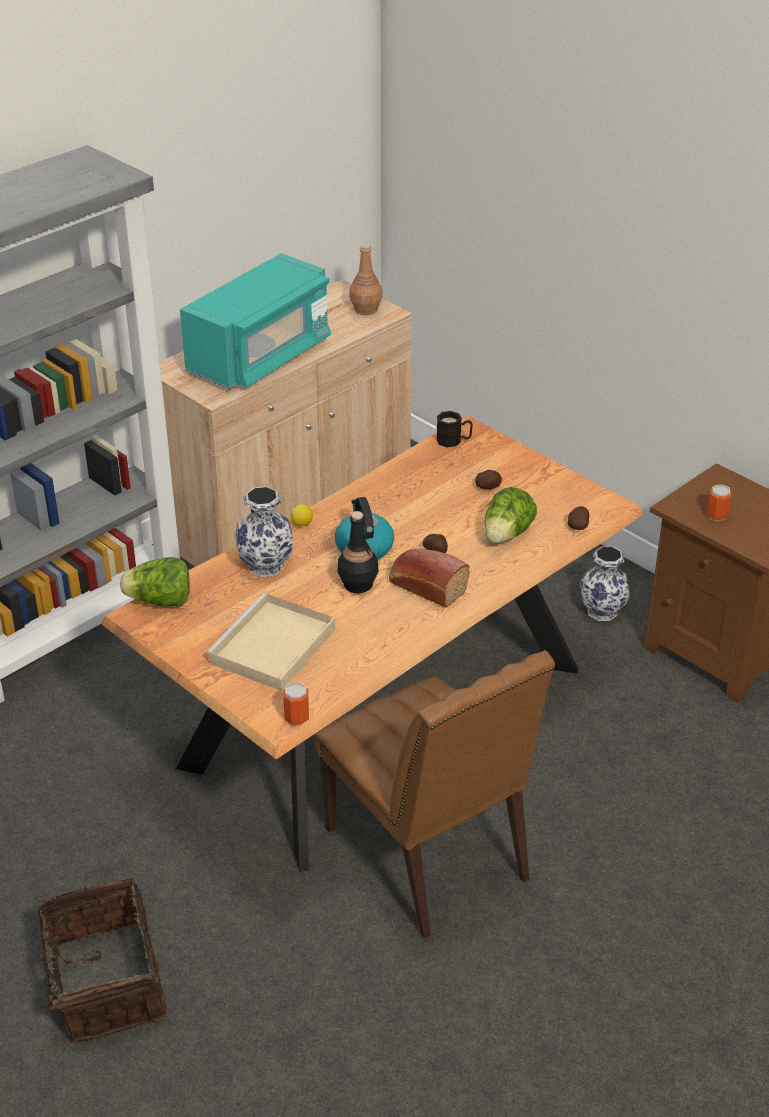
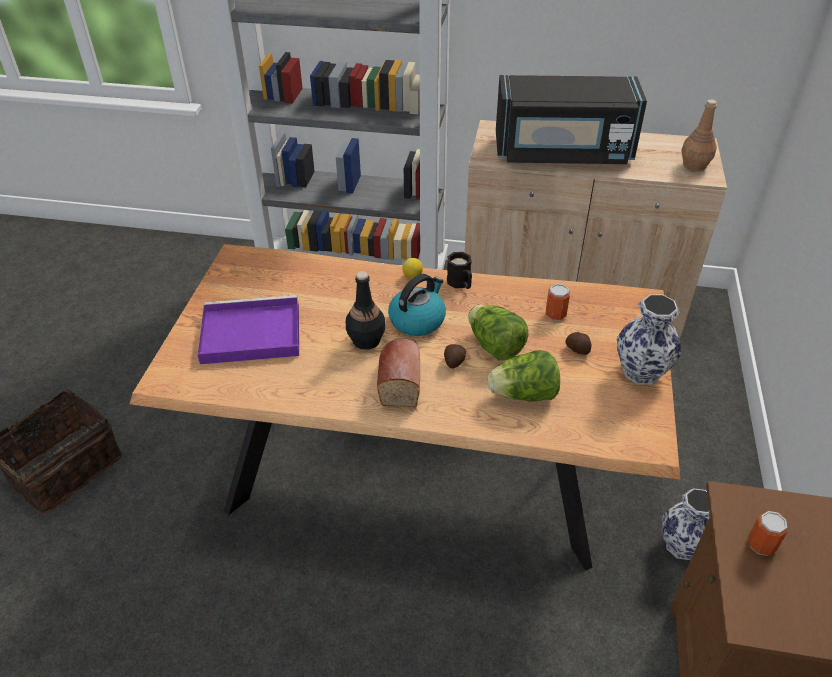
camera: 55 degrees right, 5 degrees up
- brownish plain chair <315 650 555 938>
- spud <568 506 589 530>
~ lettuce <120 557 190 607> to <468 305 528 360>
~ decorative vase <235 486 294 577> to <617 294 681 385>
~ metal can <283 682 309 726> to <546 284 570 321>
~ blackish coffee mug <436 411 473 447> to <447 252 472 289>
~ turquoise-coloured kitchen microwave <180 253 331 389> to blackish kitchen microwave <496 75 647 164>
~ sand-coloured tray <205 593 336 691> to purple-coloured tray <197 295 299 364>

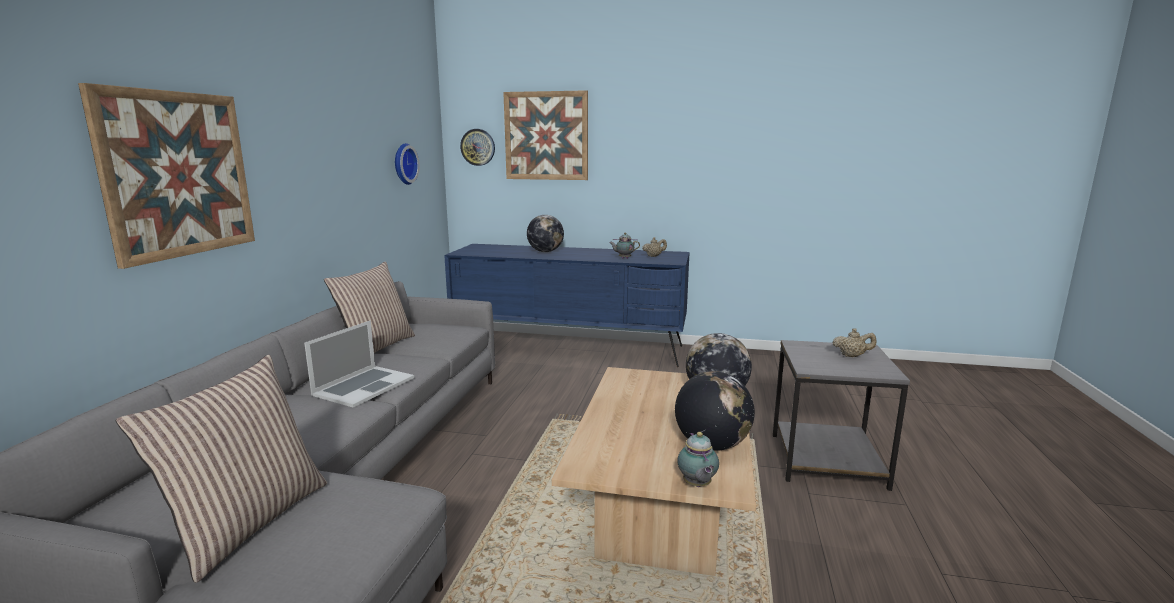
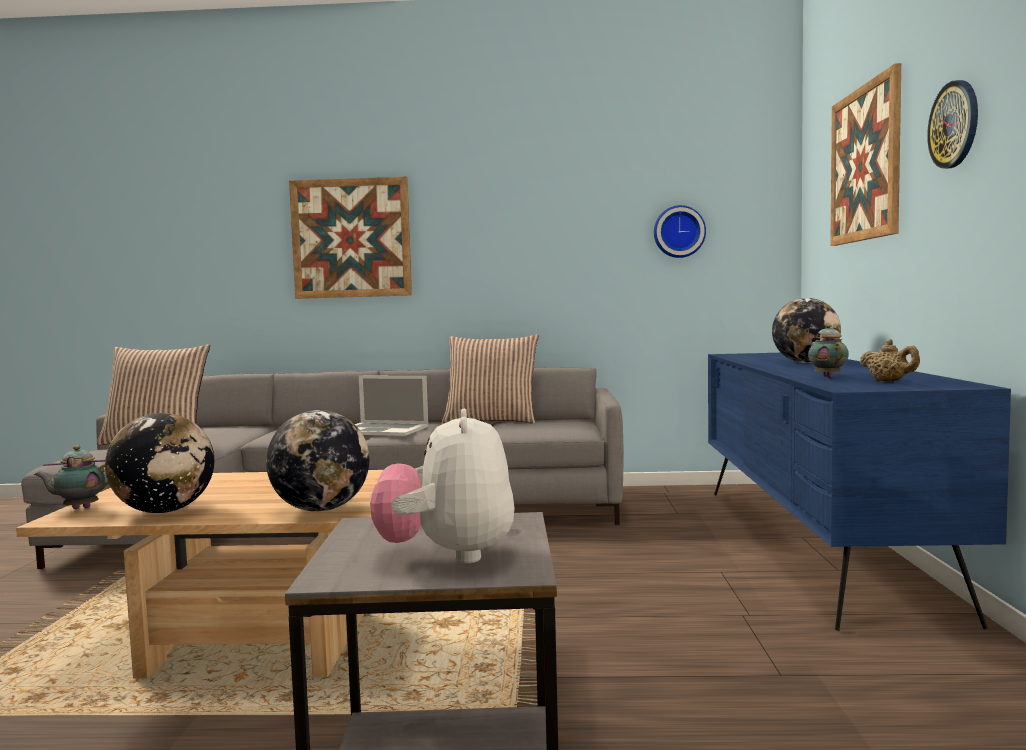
camera: 80 degrees right, 10 degrees down
~ hanging clock <460 129 495 166> to <927 80 978 169>
~ sand-coloured tea pot <833 328 876 357> to soft toy <370 409 514 563>

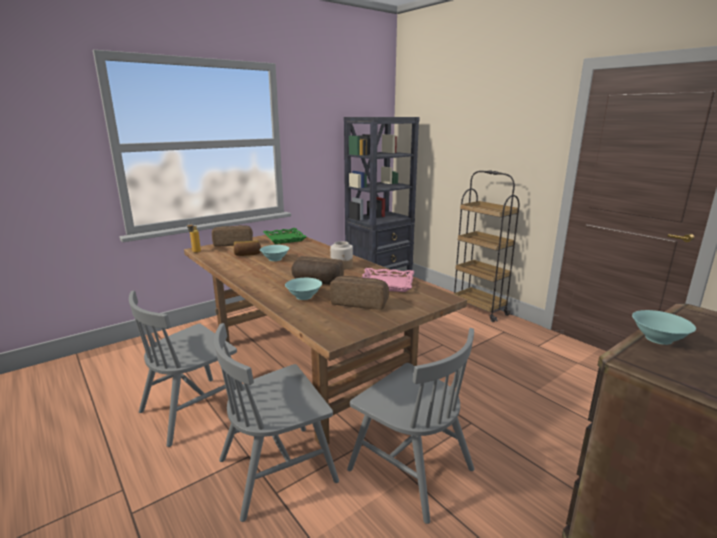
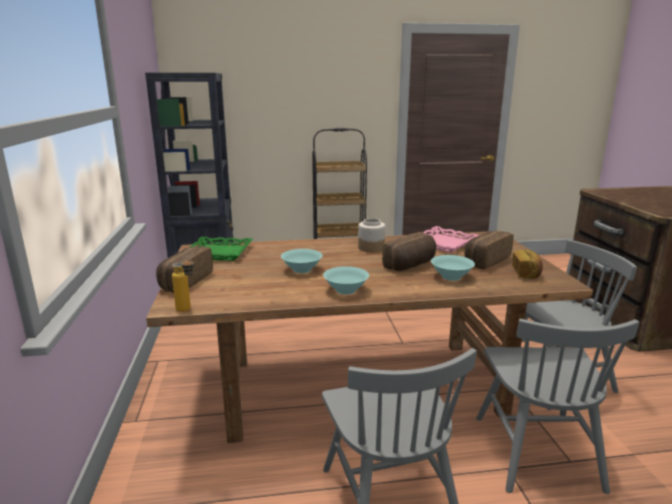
camera: 60 degrees left, 0 degrees up
~ baked bread <234 240 261 256> to <512 250 543 279>
~ turquoise-coloured serving bowl <632 310 696 345> to <323 266 369 295>

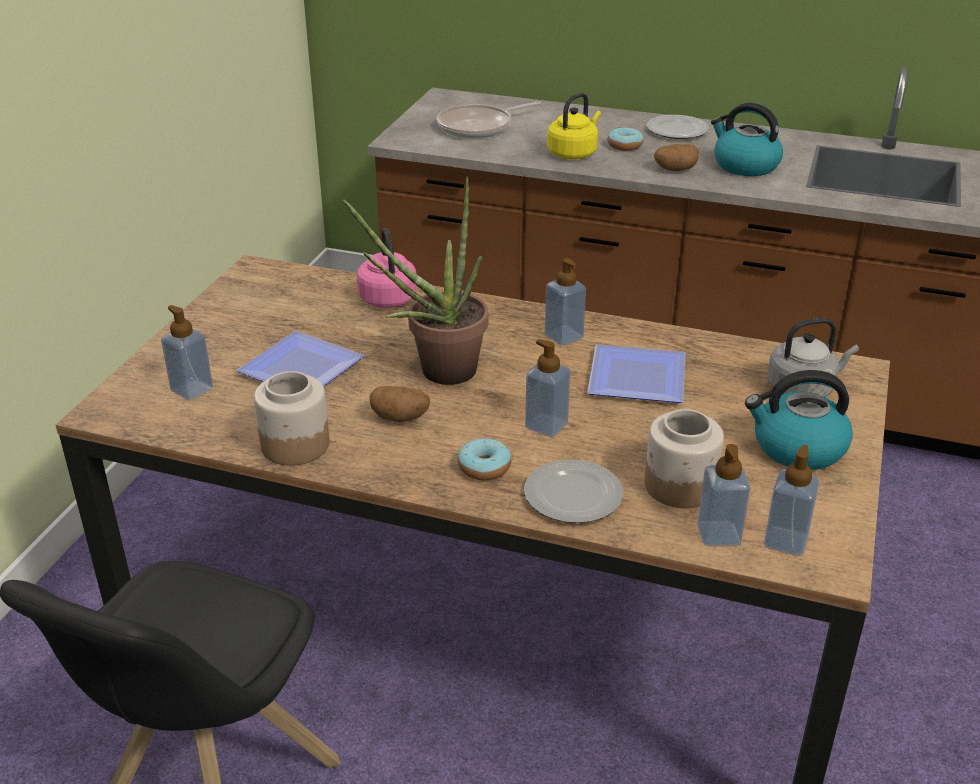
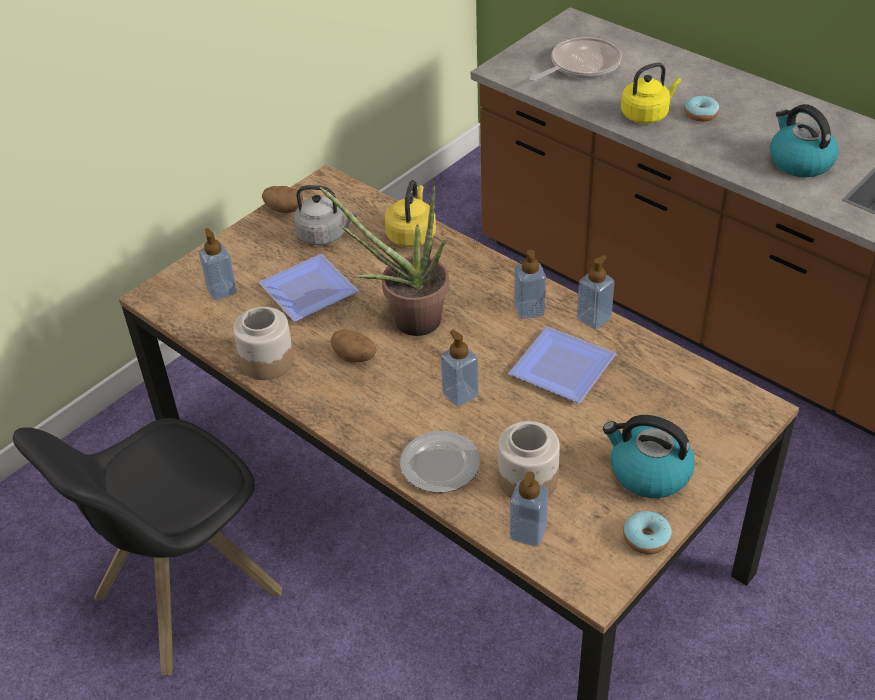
camera: 25 degrees right, 10 degrees up
- flat dish <646 115 709 139>
~ donut <458 438 511 480> to <623 511 672 554>
~ spud <654 144 699 171> to <262 186 303 213>
~ liquid soap bottle <764 445 819 556> to <577 255 615 330>
~ gray tea kettle <767 318 859 397> to <294 185 357 246>
~ pink tea kettle <357 228 417 308> to yellow-coloured tea kettle <385 180 436 247>
~ frying pan <437 101 541 139> = <529 37 622 82> 150 degrees clockwise

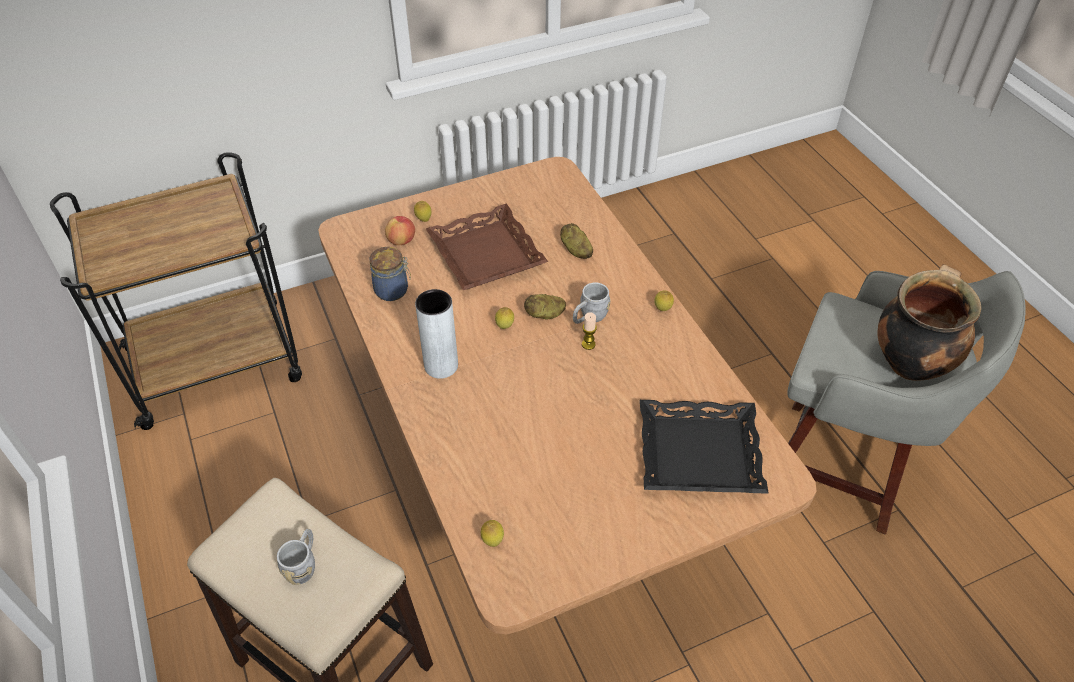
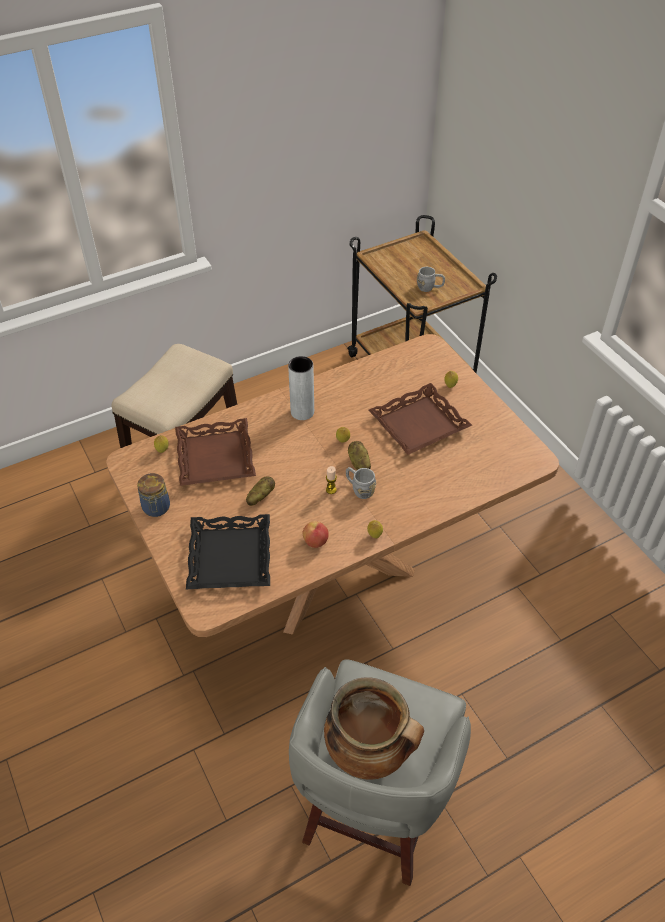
camera: 85 degrees right, 0 degrees up
+ brownish tray <175 418 256 486>
~ gray coffee mug <277 529 315 585> to <417 267 445 292>
~ preserve jar <369 247 411 301> to <137 473 170 517>
~ apple <385 216 415 245> to <302 521 329 548>
~ spud <560 223 593 259> to <246 476 275 506>

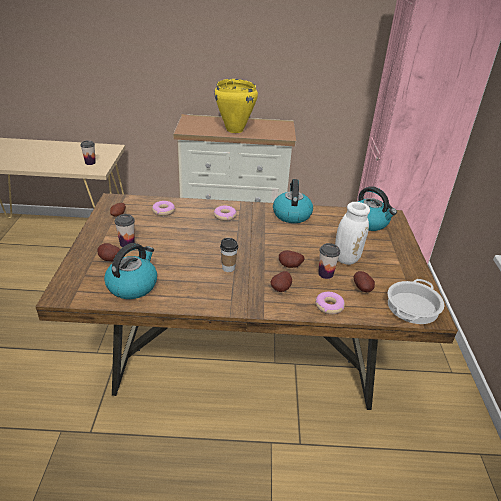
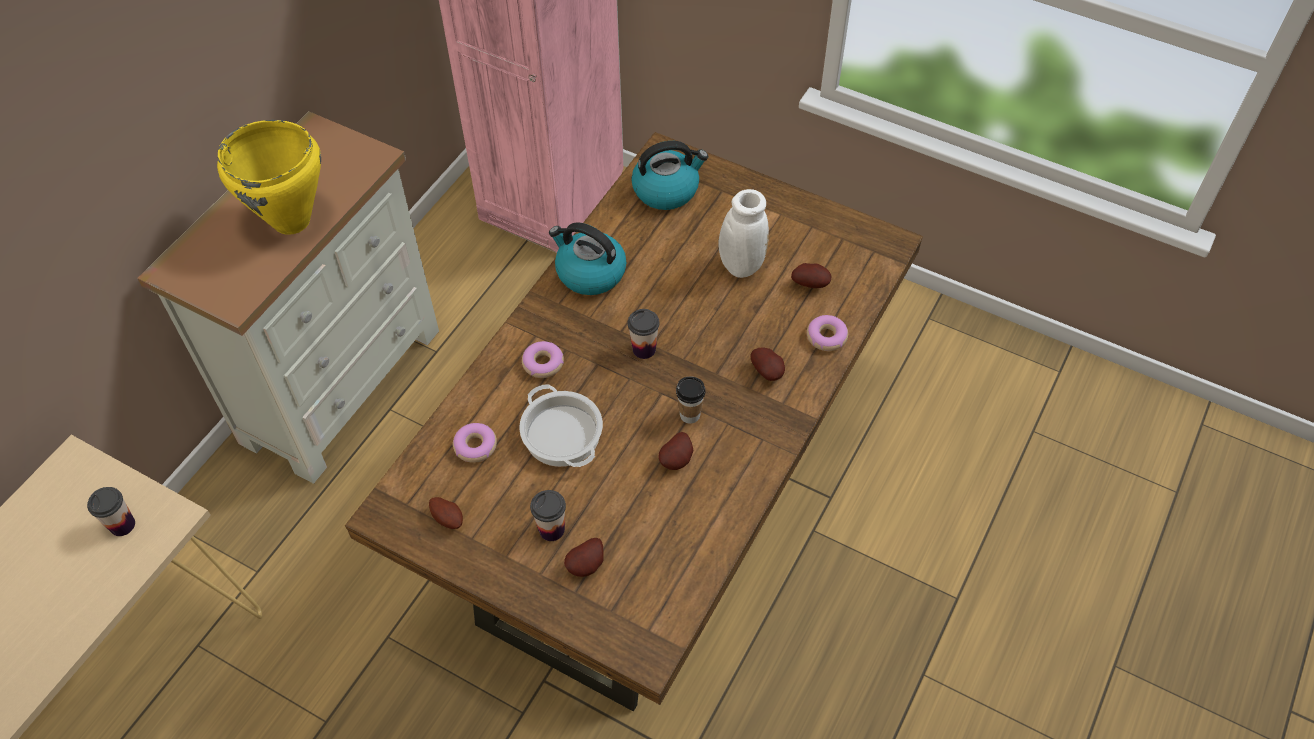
camera: 60 degrees left, 20 degrees up
- tea kettle <104 243 157 299>
~ spud <279 250 305 268> to <658 432 693 470>
~ drinking cup <318 243 340 279> to <628 309 659 359>
~ stockpot <388 279 444 324> to <519 385 603 467>

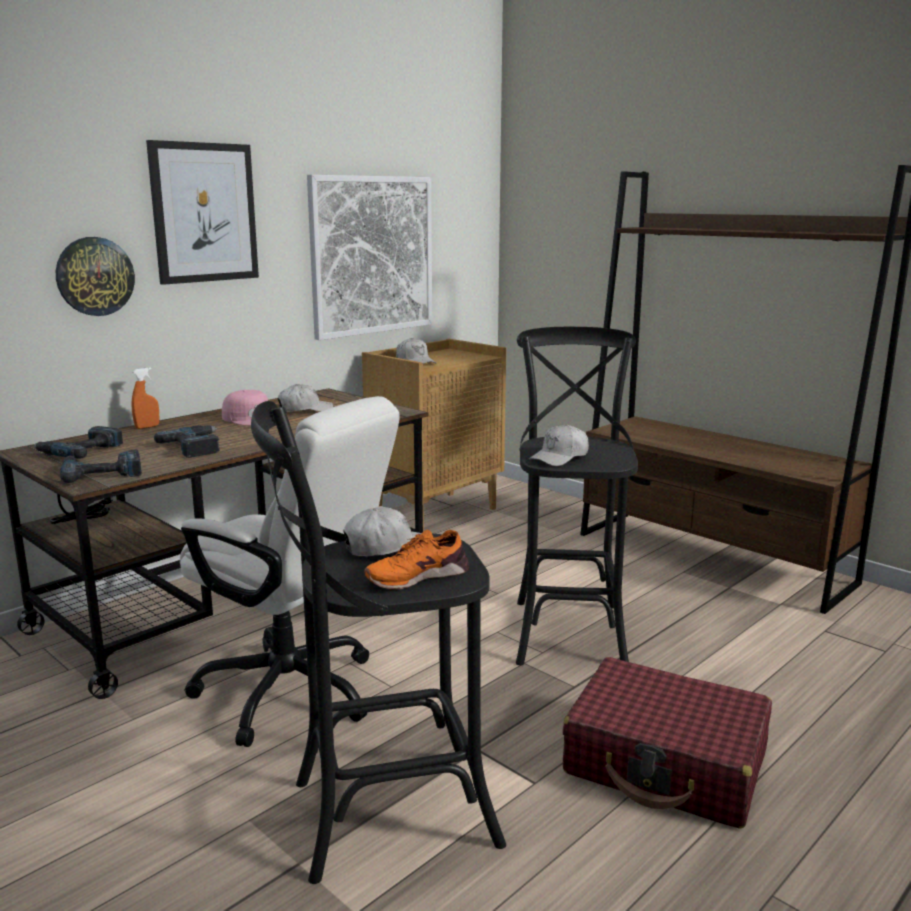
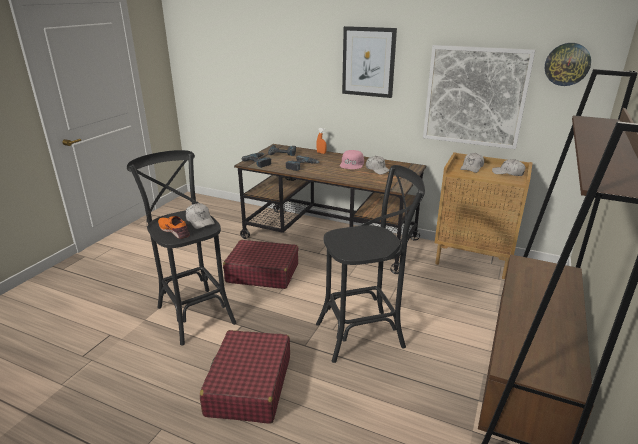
camera: 70 degrees right, 10 degrees up
~ hanging clock <56 237 135 316> to <545 43 591 86>
~ white-coloured baseball cap <529 424 589 466> to <492 159 526 176>
~ white-coloured office chair <180 396 400 747> to red travel case <223 240 299 289>

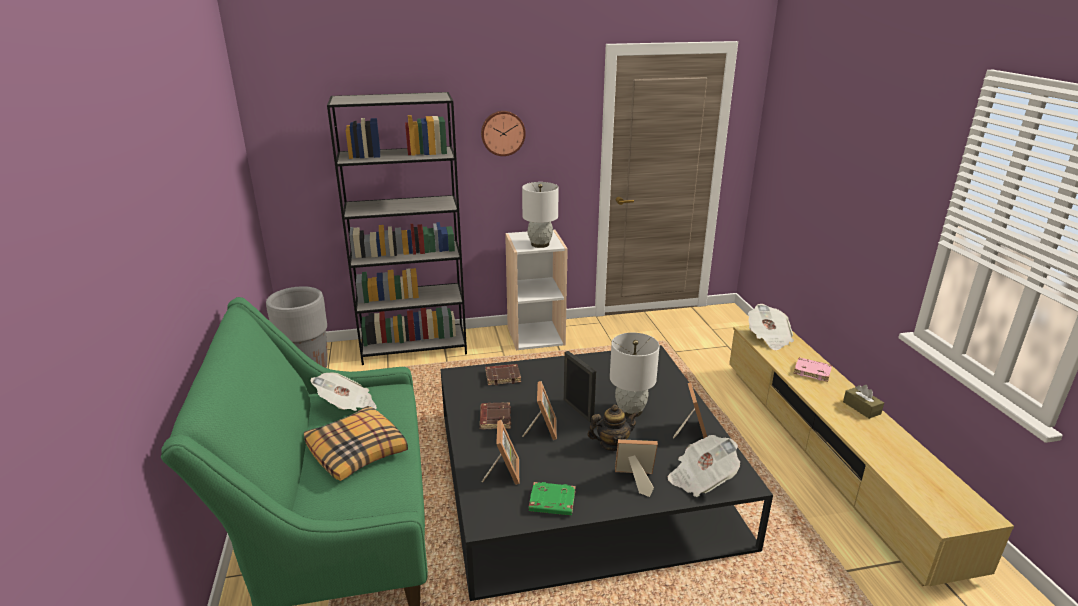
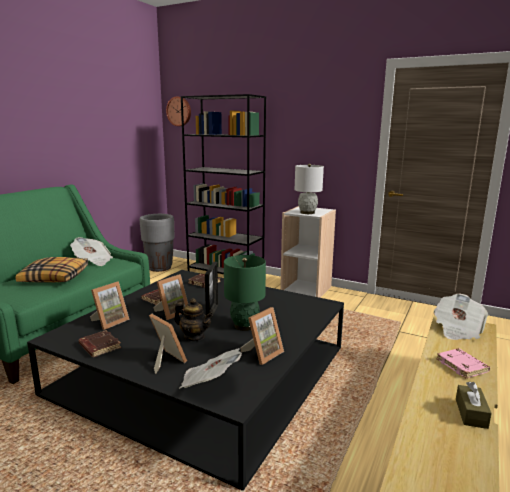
camera: 40 degrees right, 10 degrees down
~ hanging clock <481 111 526 156> to <166 97 191 126>
~ green-coloured bound book <529 482 576 516> to brownish bound book <79 330 121 357>
~ white-coloured lamp for a table <610 333 660 417> to green-coloured lamp for a table <224 255 266 331>

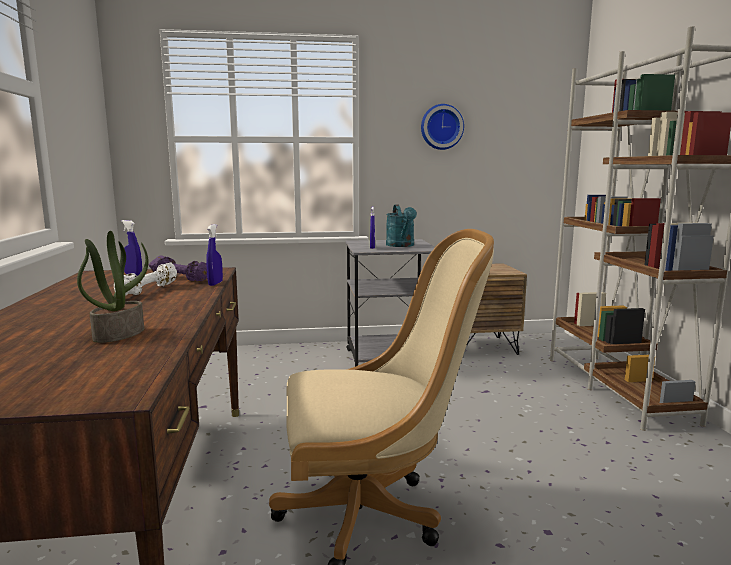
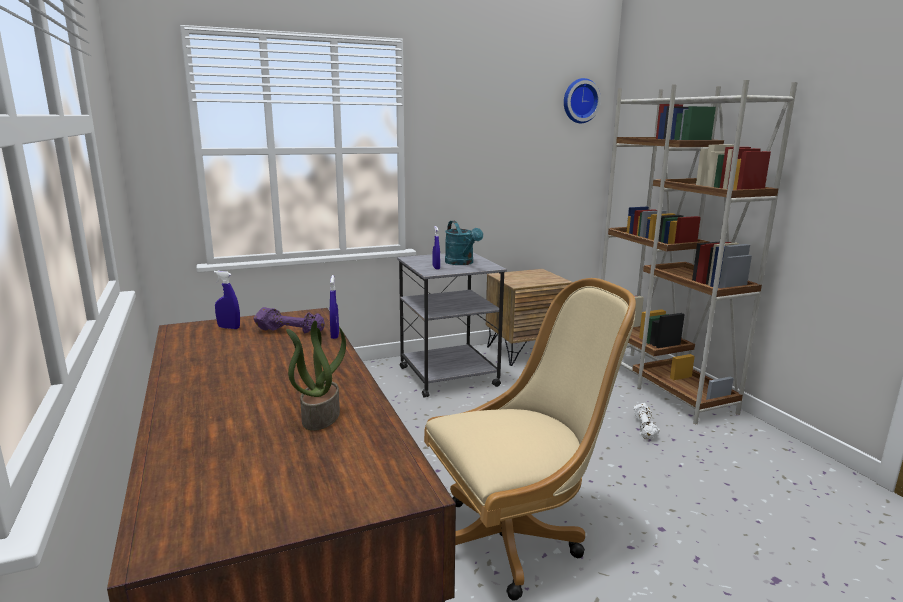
camera: 15 degrees left, 5 degrees up
~ white-coloured dumbbell <114 263 177 296> to <634 403 660 439>
~ hanging clock <421 104 464 150> to <564 78 601 123>

